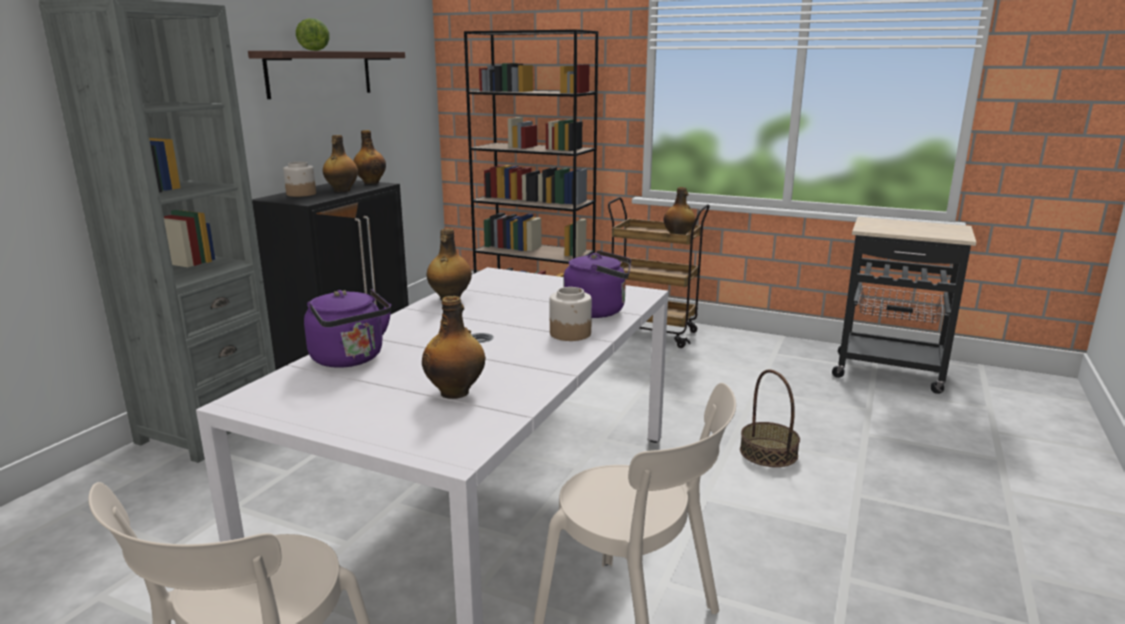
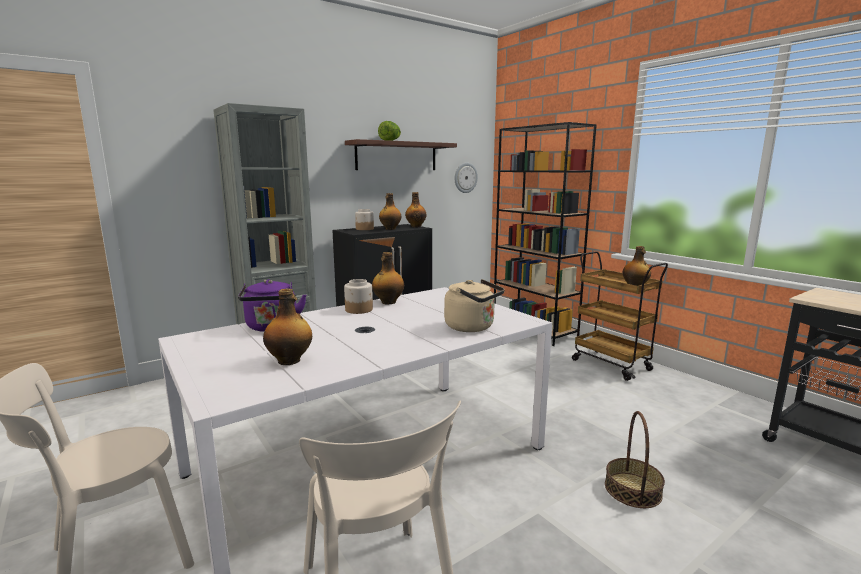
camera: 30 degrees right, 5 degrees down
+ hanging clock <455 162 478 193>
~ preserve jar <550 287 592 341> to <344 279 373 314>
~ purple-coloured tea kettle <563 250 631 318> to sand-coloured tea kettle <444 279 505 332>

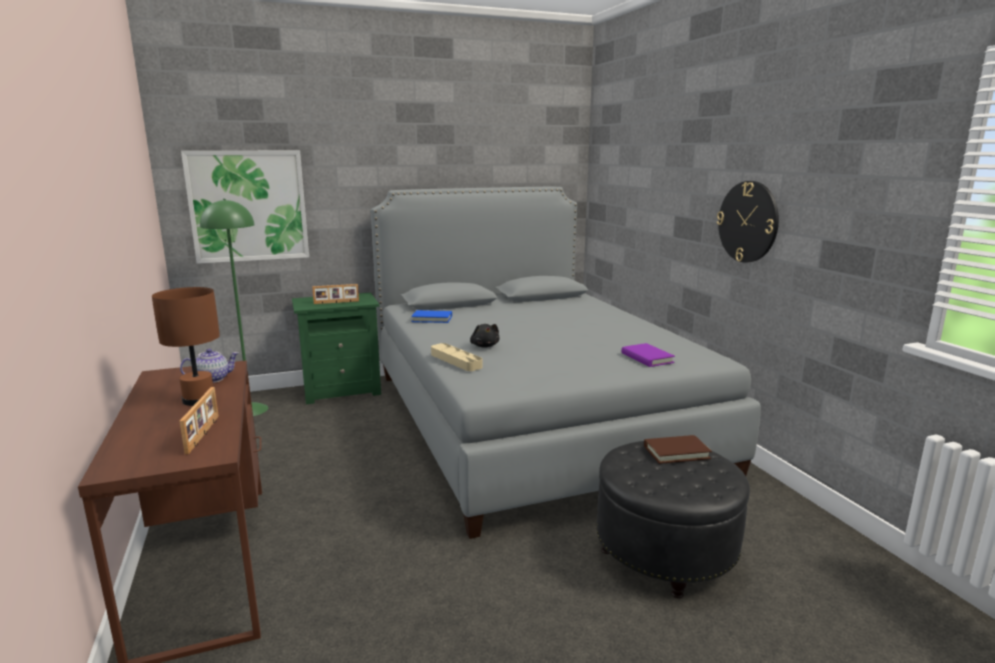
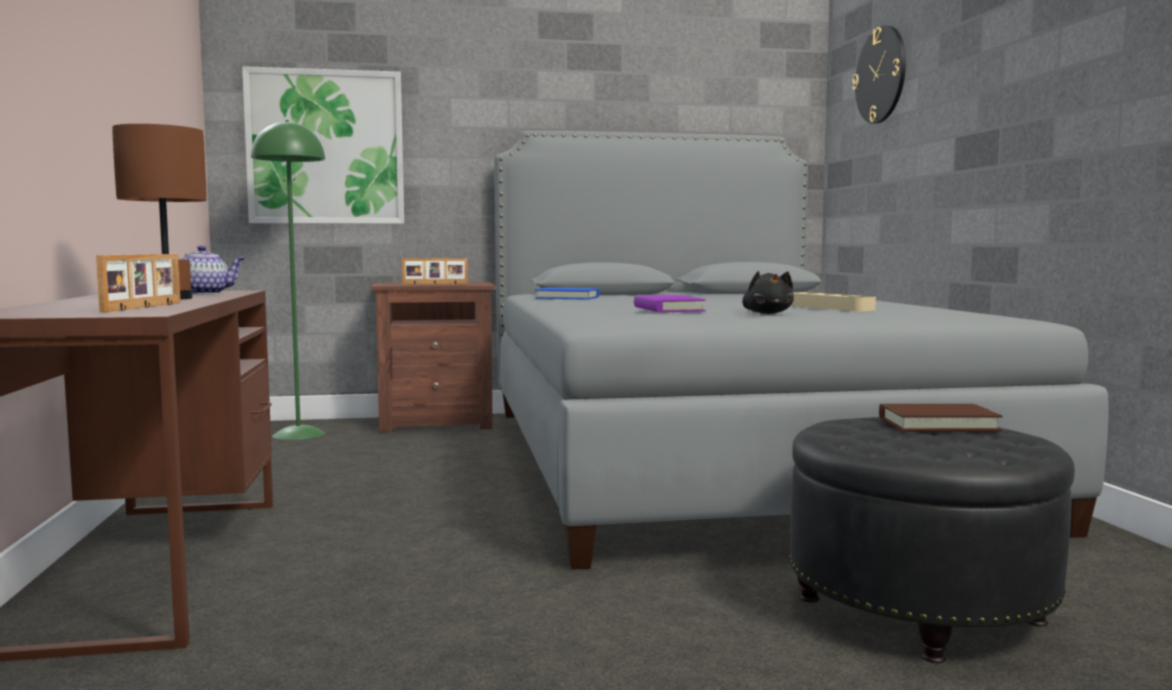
camera: 10 degrees right, 10 degrees down
~ sand-coloured tray <431 343 482 371> to <791 292 876 311>
~ blackish soft toy <470 324 499 348> to <742 271 794 314>
~ purple-coloured bound book <621 343 675 367> to <634 295 706 312>
~ hanging clock <717 181 779 263> to <852 26 906 124>
~ green-coloured bedside table <292 293 381 404> to brownish bedside table <371 282 495 433>

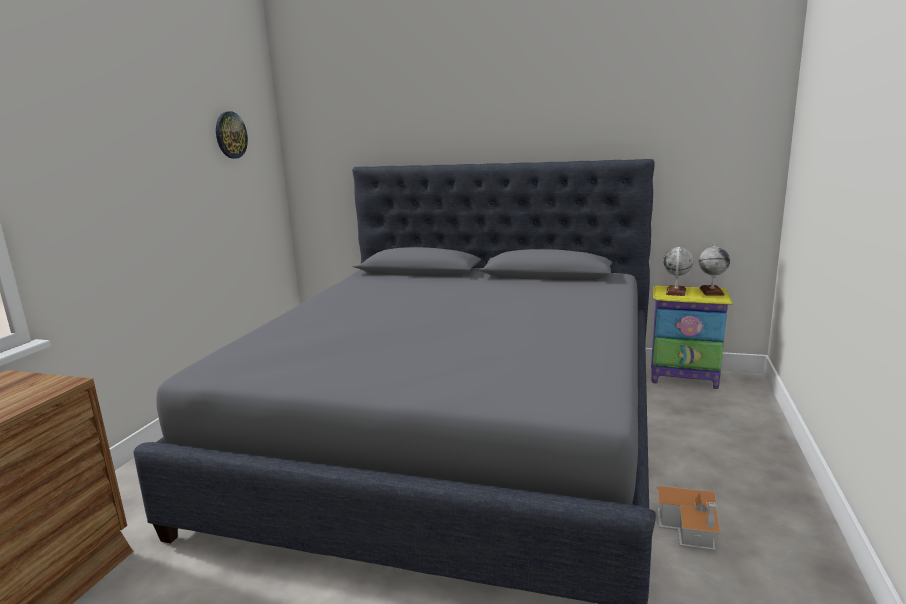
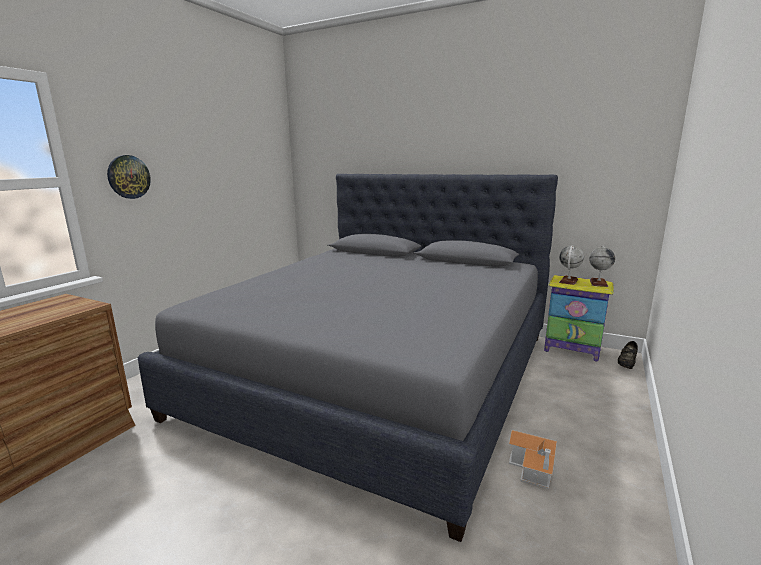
camera: 10 degrees right, 0 degrees up
+ blackish low shoe <618 341 638 369>
~ hanging clock <216 111 248 159> to <107 155 151 199>

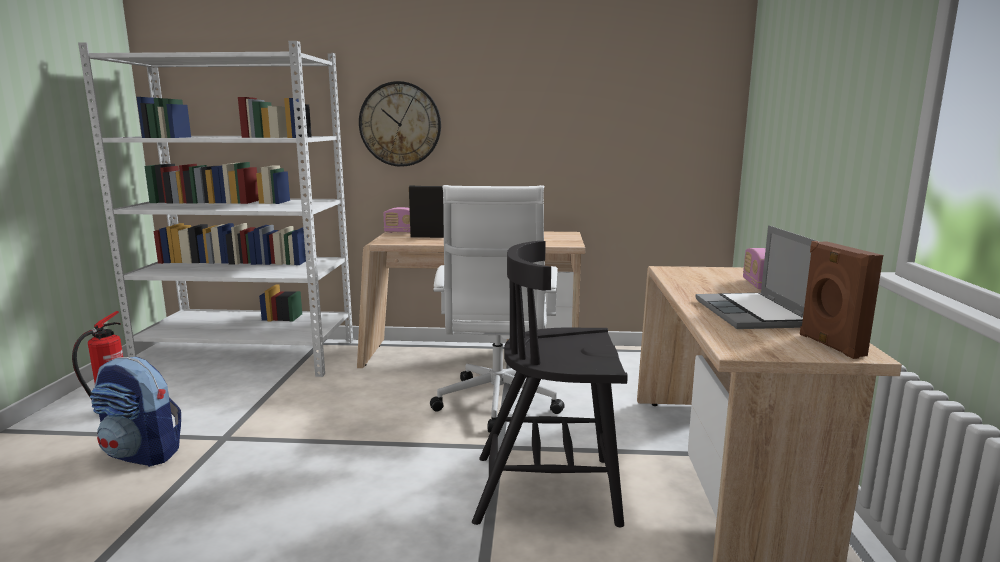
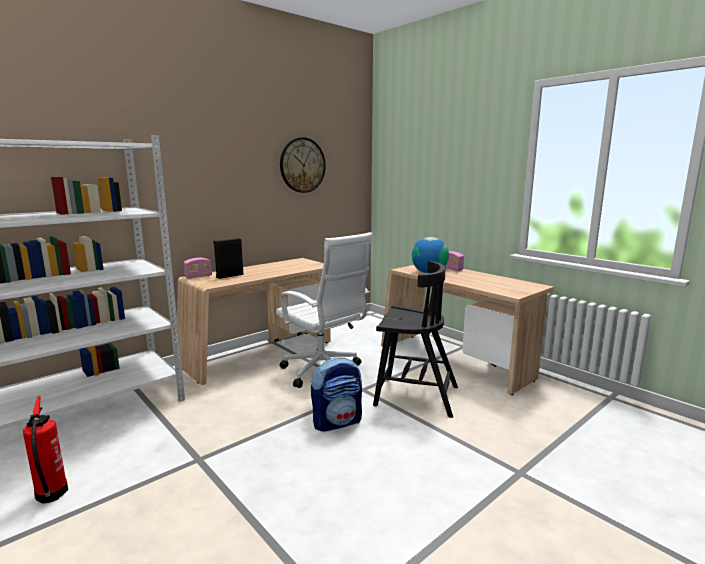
camera: 45 degrees left, 0 degrees up
- portable computer <695 225 820 329>
- brownish speaker <800 241 883 359>
+ world globe <412 237 449 274>
~ knapsack <90 357 181 467> to <311 357 362 432>
~ hanging clock <359 81 441 167> to <280 137 326 193>
~ blackish plain chair <472 241 628 527> = <373 261 458 418> 120 degrees counterclockwise

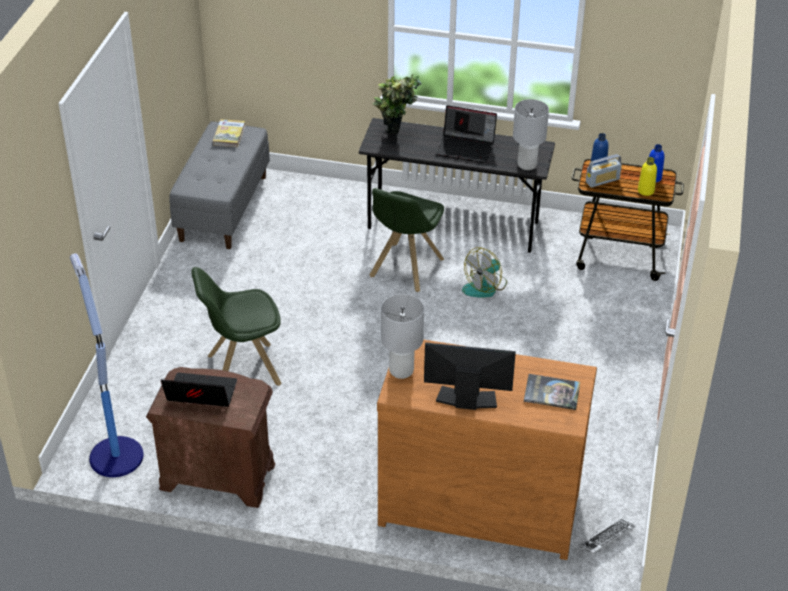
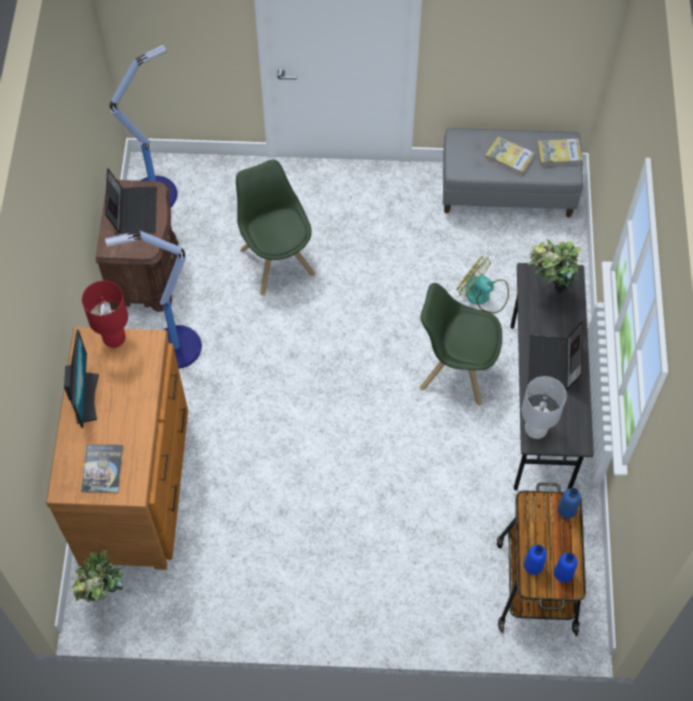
camera: 80 degrees right, 20 degrees up
- radio receiver <586 154 622 188>
+ standing lamp <105 231 202 368>
+ bound book <485 136 535 175>
~ cooling fan <462 247 507 298> to <457 256 509 313>
~ keyboard <580 519 635 554> to plant in a pot <71 550 124 602>
~ gray lamp for a table <381 294 424 379> to red lamp for a table <82 281 128 348>
~ yellow-coloured bottle <638 157 657 196> to blue-coloured bottle <524 545 547 575>

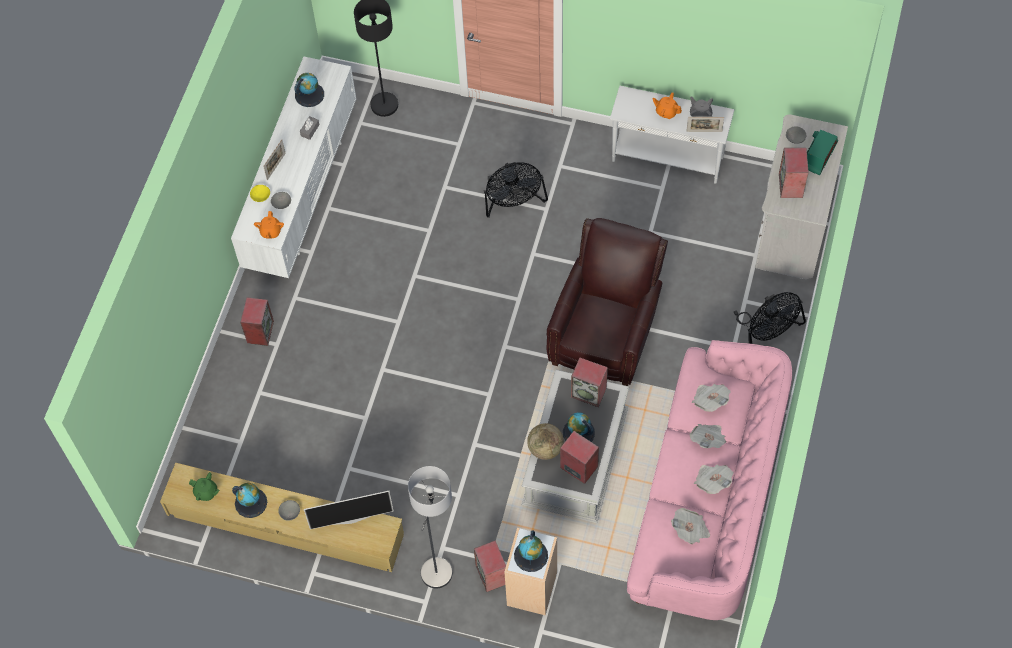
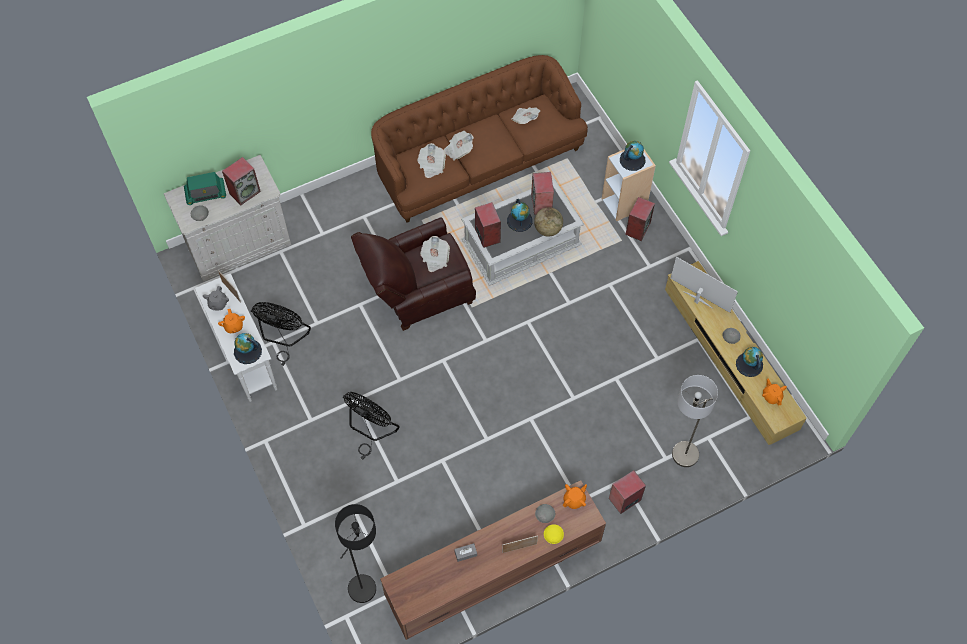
camera: 135 degrees left, 0 degrees up
~ world globe <294 73 324 107> to <234 333 262 364>
~ gray standing lamp <408 466 452 588> to <672 375 718 467>
~ newspaper <694 464 734 494> to <420 236 450 272>
~ blackish cooling fan <734 292 806 344> to <251 302 311 366>
~ green-coloured tea pot <189 472 219 501> to orangey tea pot <762 378 787 405>
~ white-coloured cabinet <231 57 357 278> to brownish cabinet <380 480 606 640>
~ pink sofa <627 340 792 620> to brownish sofa <371 55 588 222>

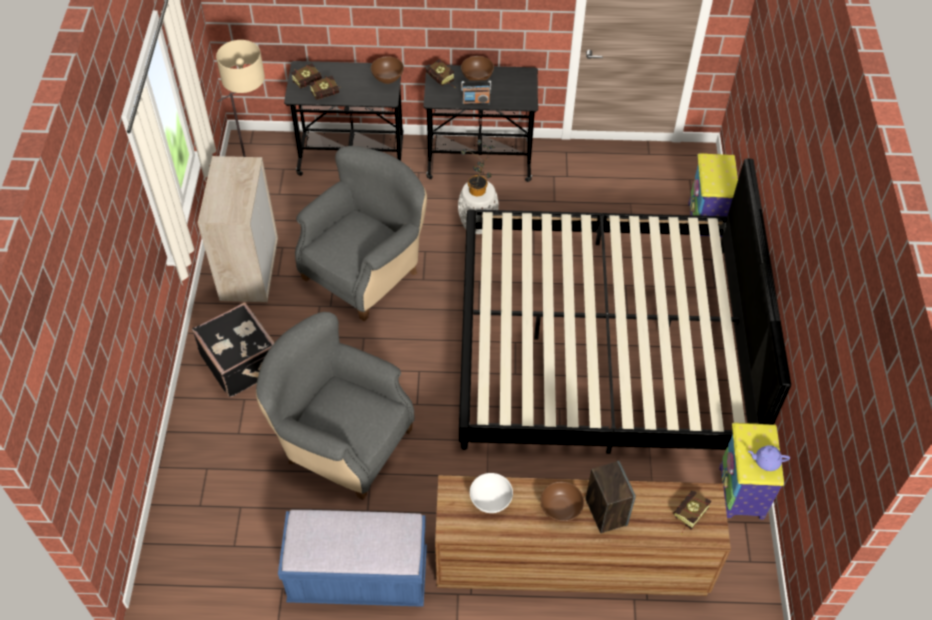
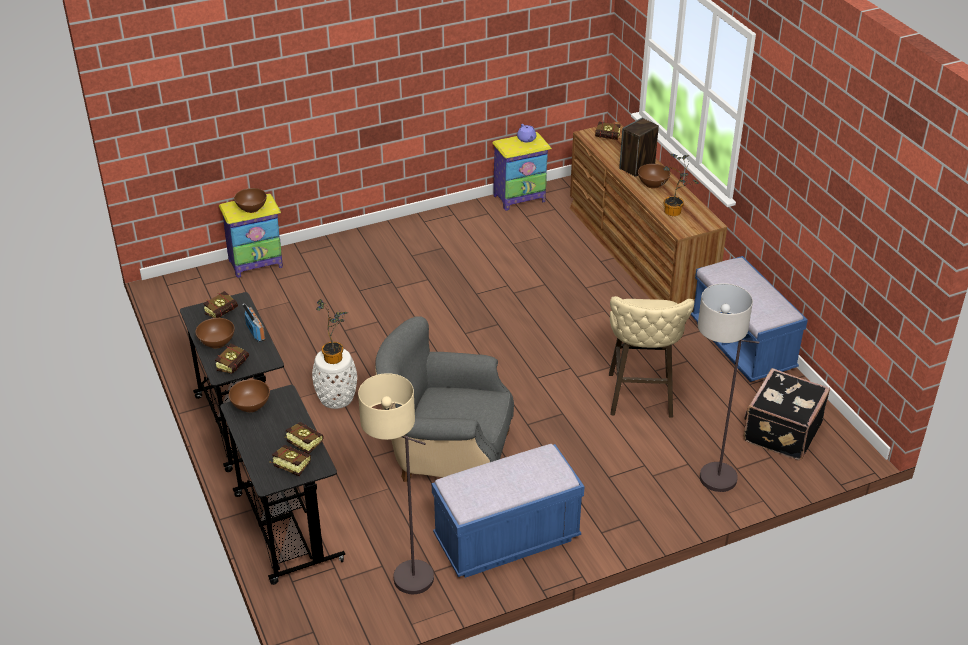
camera: 115 degrees left, 15 degrees down
- sleeping bed <459 158 791 454>
+ bound book <203 291 238 318>
+ brownish serving bowl <234 188 267 213>
+ gray standing lamp <698 283 759 492>
~ blackish travel case <192 302 275 397> to <743 368 830 460>
~ sand-coloured cabinet <198 156 278 302> to blue-coloured long seat <432 444 585 578>
~ gray lounge chair <256 312 415 500> to sand-coloured stool seat <609 296 694 418>
~ white-coloured serving bowl <470 473 513 513> to plant in a pot <664 154 699 216>

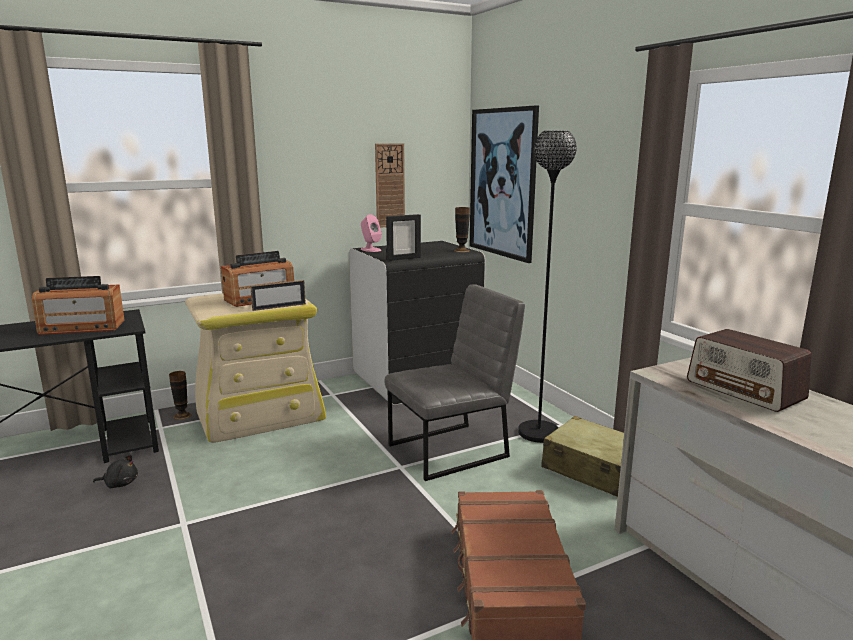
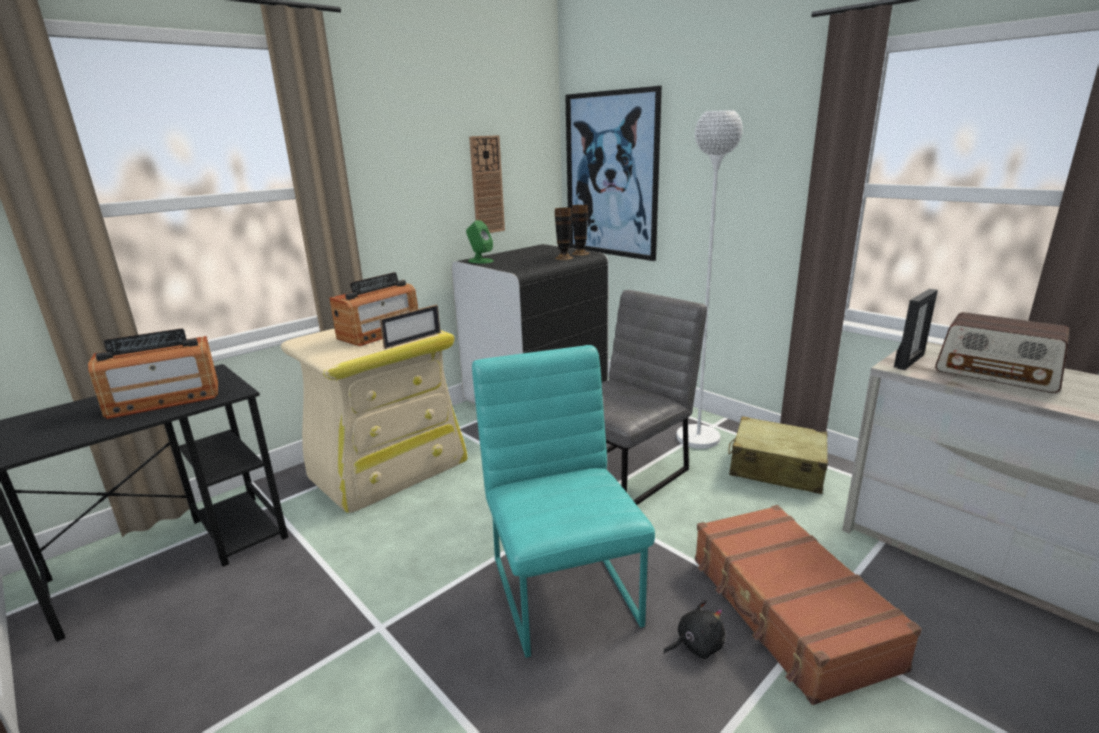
camera: 15 degrees left, 5 degrees up
+ turquoise-coloured plain chair <472 345 655 658>
~ blackish soft toy <93 455 138 488> to <663 600 725 659>
~ decorative vase <169 371 192 420> to <555 208 573 260>
~ picture frame <386 214 421 261> to <894 289 938 370>
~ pink speaker <361 214 382 252> to green-coloured speaker <466 220 493 264>
~ blackish standing lamp <518 131 577 443> to white-coloured standing lamp <676 110 743 449>

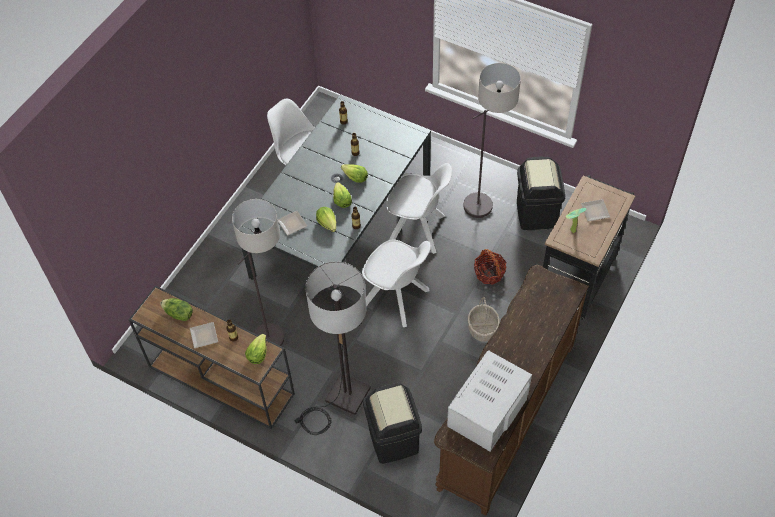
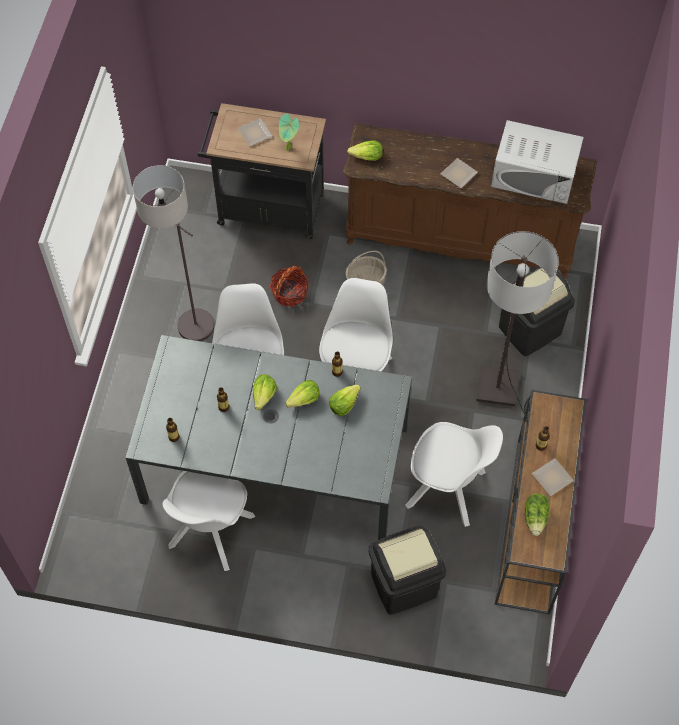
camera: 110 degrees left, 5 degrees up
~ lettuce <245 334 267 364> to <347 140 383 161>
~ flat dish <278 211 307 236> to <441 158 478 188>
~ blackish rubbish bin <517 157 565 230> to <368 525 446 615>
~ gray standing lamp <232 199 285 346> to white-coloured plain chair <405 422 503 527>

